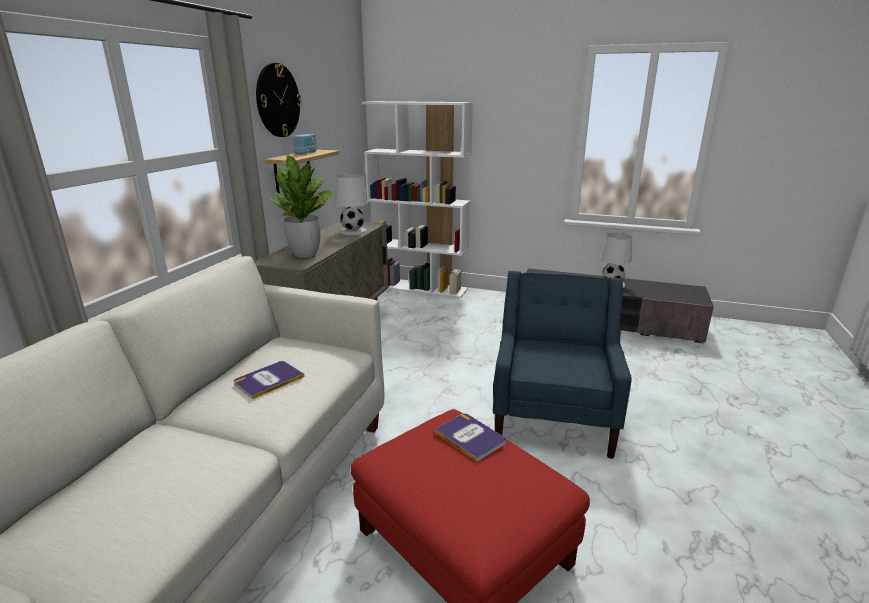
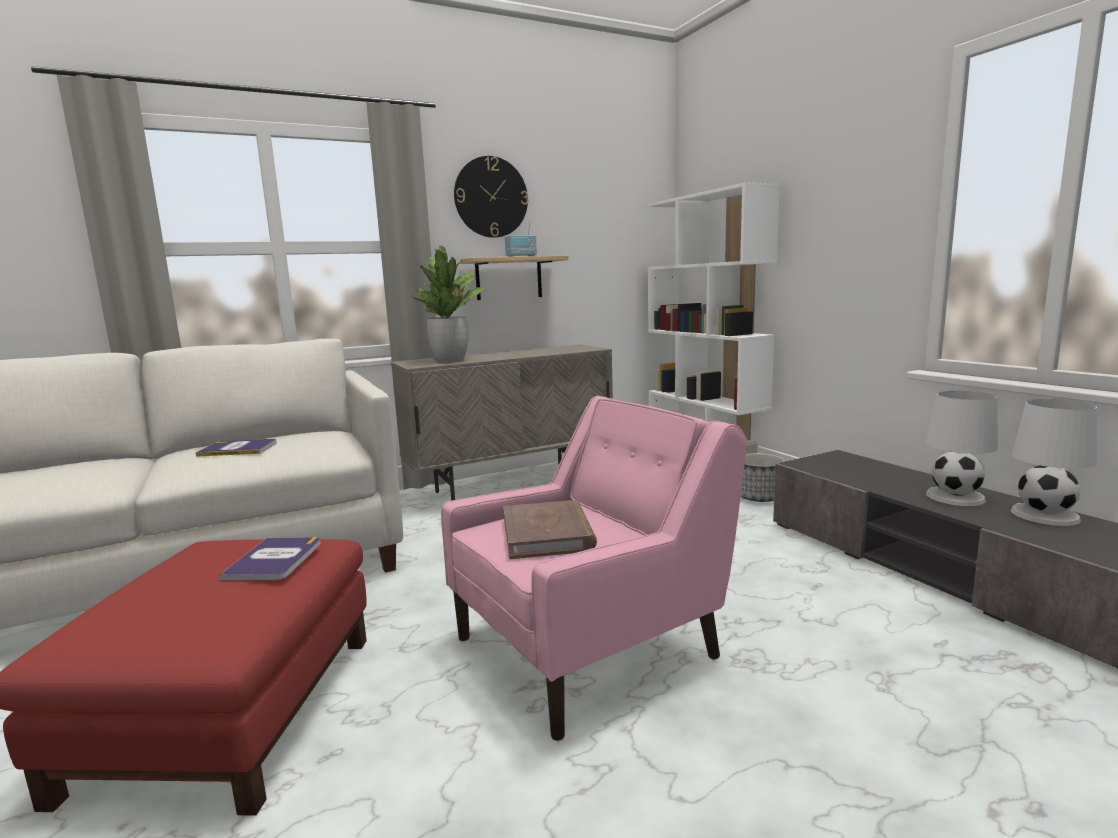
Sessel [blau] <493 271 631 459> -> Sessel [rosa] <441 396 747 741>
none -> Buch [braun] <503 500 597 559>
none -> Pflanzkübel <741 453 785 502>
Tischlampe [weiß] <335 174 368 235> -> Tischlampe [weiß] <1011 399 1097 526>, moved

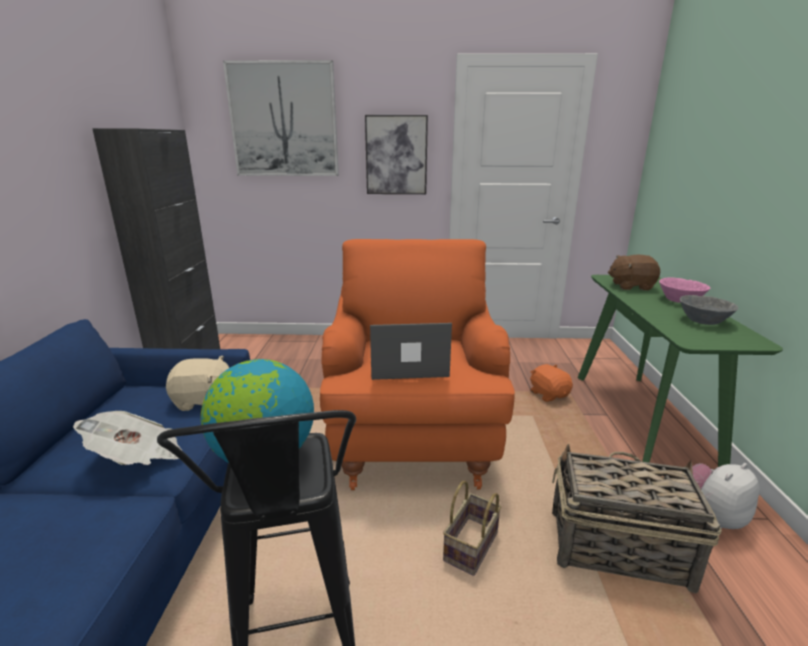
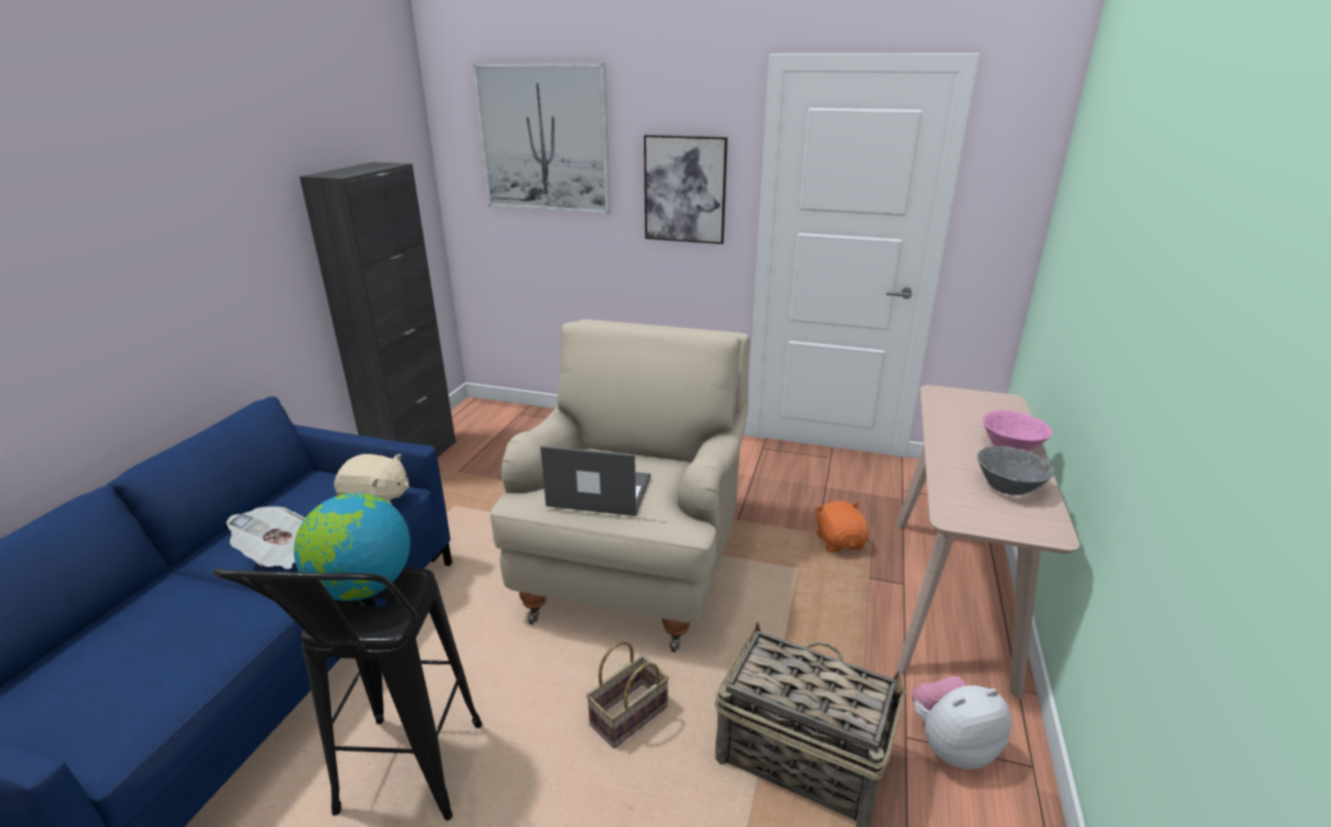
Sessel [orange] <320 239 515 490> -> Sessel [beige] <490 319 750 652>
Konsolentisch [grün] <578 275 783 467> -> Konsolentisch [beige] <896 385 1080 699>
Plüschtier [braun] <608 255 660 290> -> none

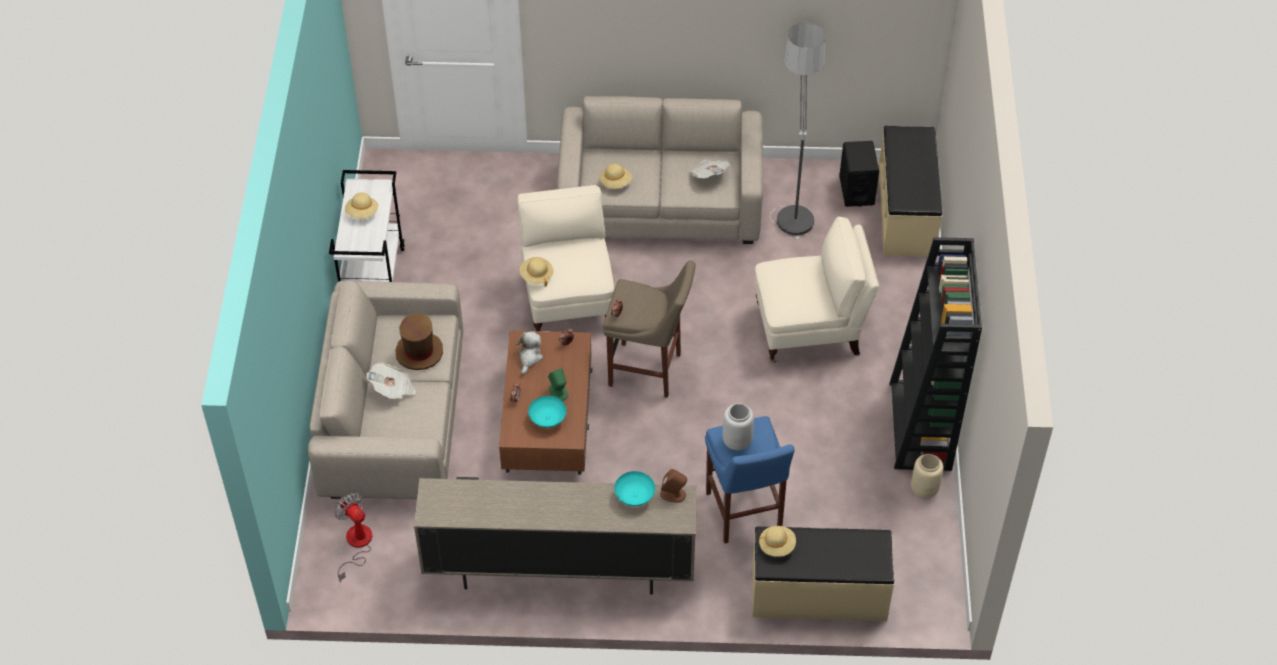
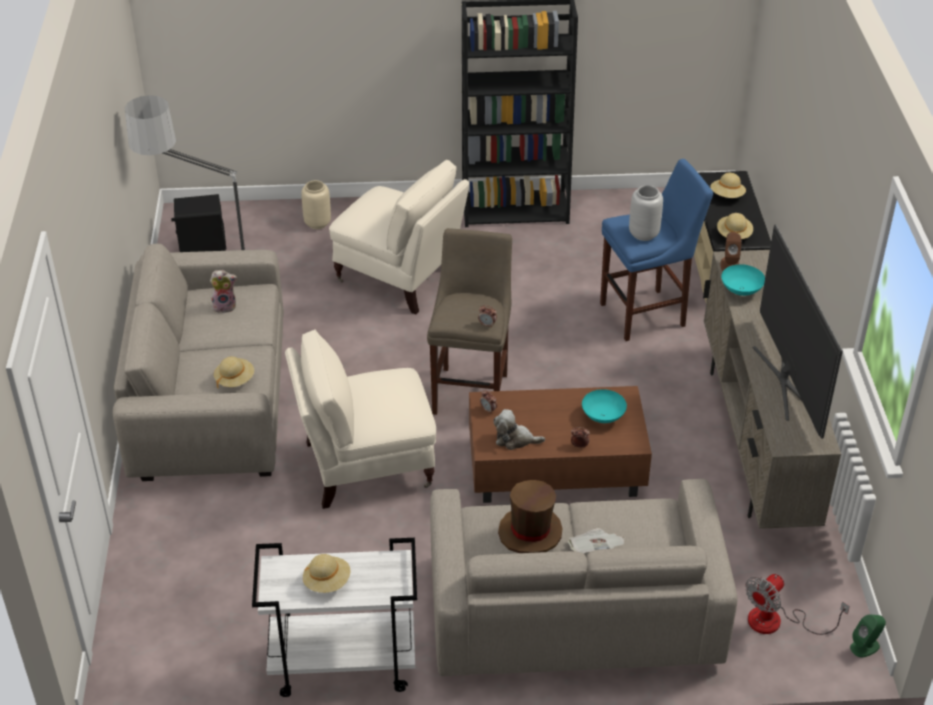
Zeitung <689 159 731 178> -> Plüschtier <210 270 237 313>
Vase [beige] <911 454 943 498> -> Vase [beige] <301 180 331 229>, moved
Sessel [beige] <755 217 879 362> -> Sessel [beige] <329 160 469 315>, 135 degrees clockwise
Hut [beige] <520 257 553 287> -> Hut [beige] <710 173 746 198>, moved
none -> Fernseher <753 224 843 438>
Lautsprecher [grün] <548 368 568 401> -> Lautsprecher [grün] <850 614 886 657>, moved
Bank [beige] <879 126 942 256> -> none

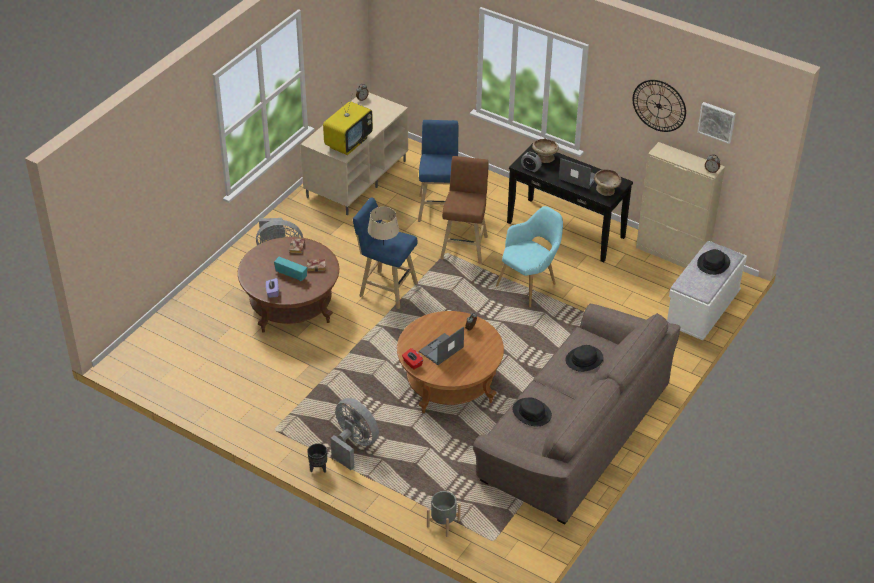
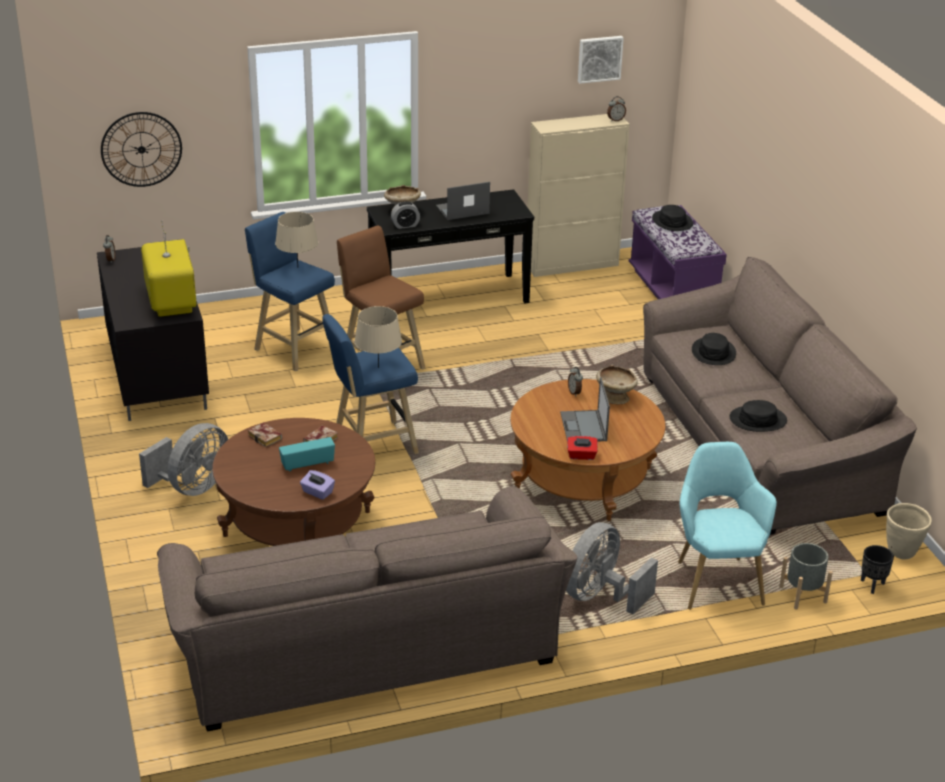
Fernsehschrank [beige] <300 93 408 215> -> Fernsehschrank [schwarz] <97 247 209 421>
Wanduhr <633 80 686 132> -> Wanduhr <101 112 182 187>, moved
none -> Sofa [braun] <157 486 577 732>
none -> Tischlampe [beige] <275 212 318 266>
Ventilator [grau] <331 398 379 470> -> Ventilator [grau] <566 522 658 614>, 45 degrees counterclockwise
Schüssel [beige] <594 169 621 196> -> Schüssel [beige] <596 365 638 404>, moved
Bank [weiß] <667 241 747 340> -> Bank [lila] <629 205 727 299>
Sessel [türkis] <496 206 563 307> -> Sessel [türkis] <678 442 777 610>, moved
Pflanzkübel [schwarz] <307 443 327 473> -> Pflanzkübel [schwarz] <861 545 894 594>, moved
none -> Pflanzkübel [beige] <886 503 932 560>

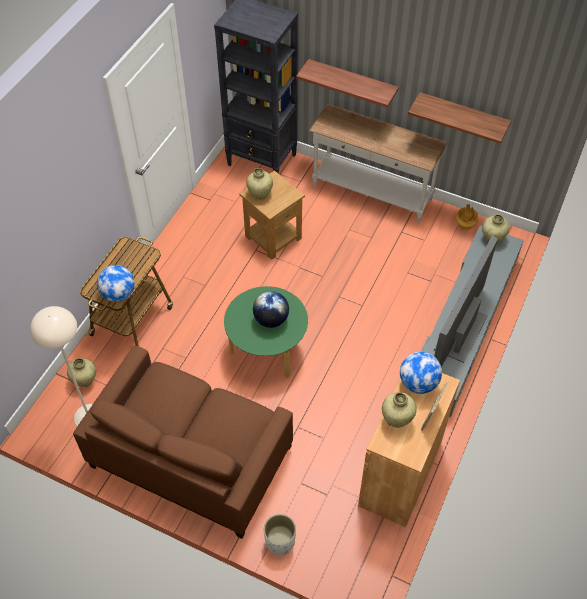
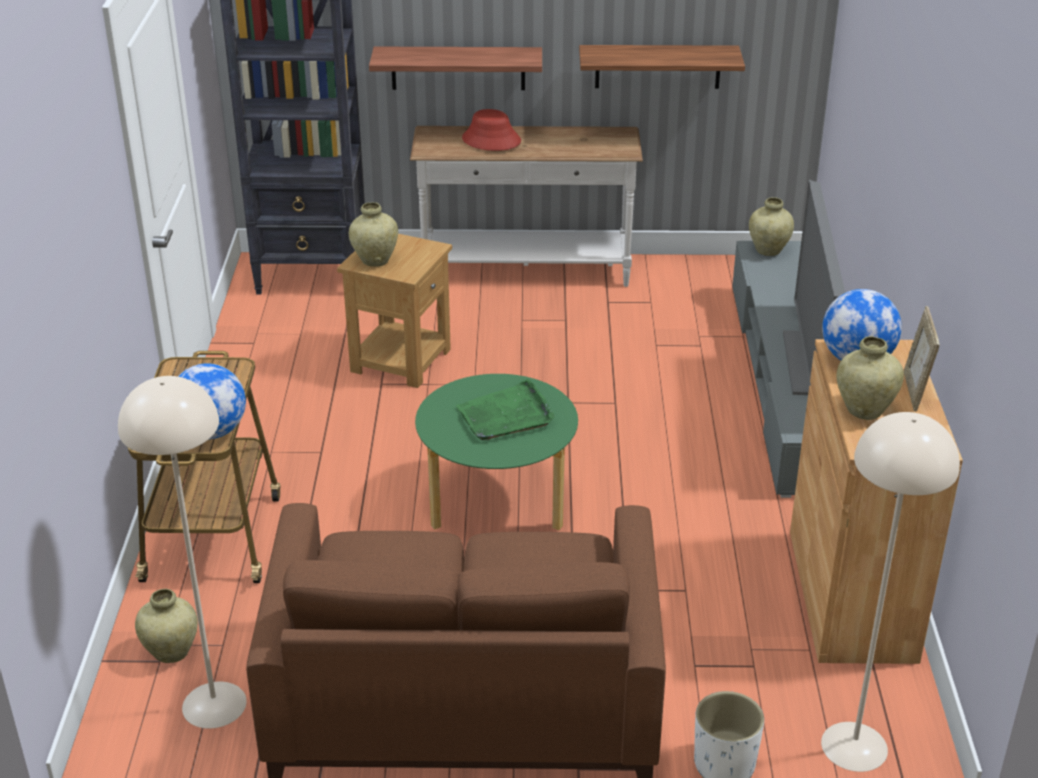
Globus <253 291 289 328> -> Tablett [grün] <456 379 555 440>
none -> Hut [rot] <462 109 521 151>
none -> Stehlampe [beige] <821 412 960 772>
Vase [braun] <456 204 478 231> -> none

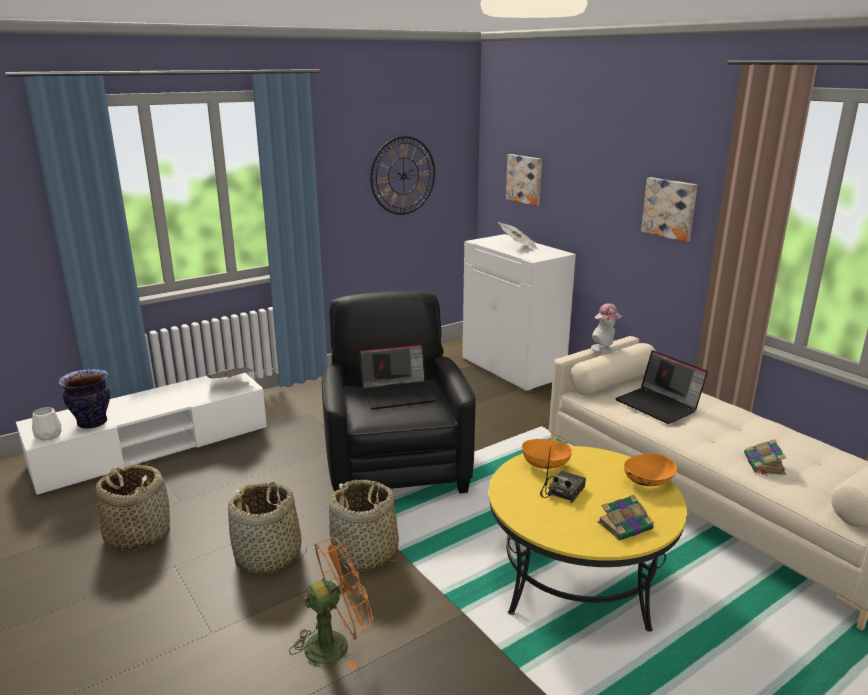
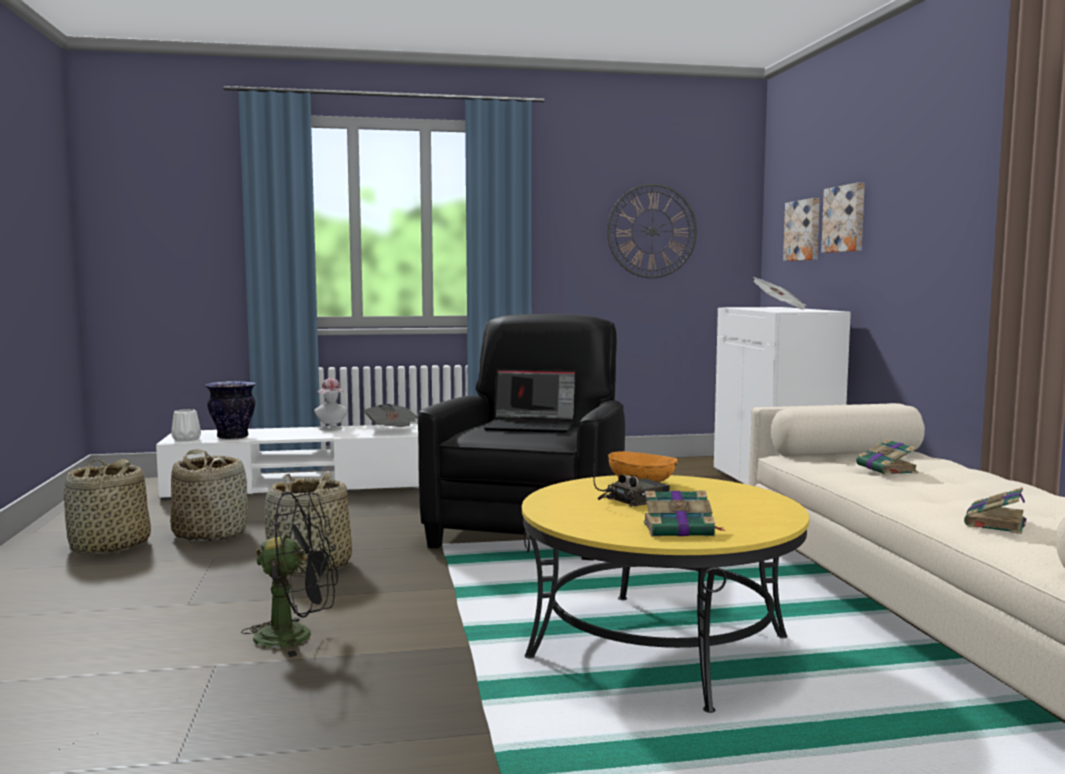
Korb <329 480 399 571> -> Korb <63 459 151 554>, moved
Ventilator [orange] <289 537 373 669> -> Ventilator [schwarz] <241 490 338 657>
Hut <591 303 623 353> -> Hut <314 378 348 431>, moved
Bild <641 177 697 242> -> Bild <821 183 865 253>, moved
Laptop <615 350 708 424> -> Buch <856 439 918 475>
Schüssel [orange] <624 454 677 486> -> none

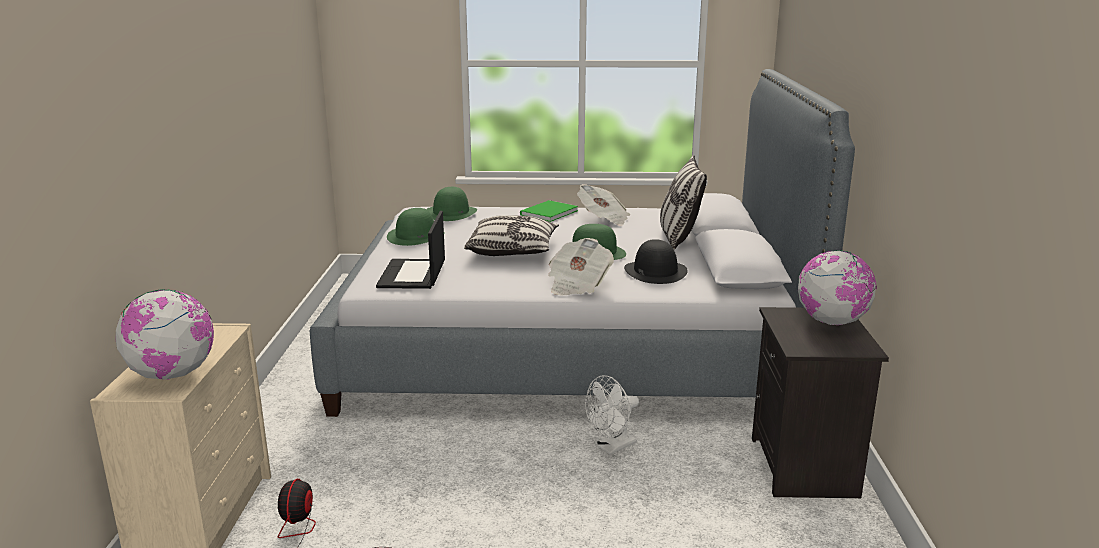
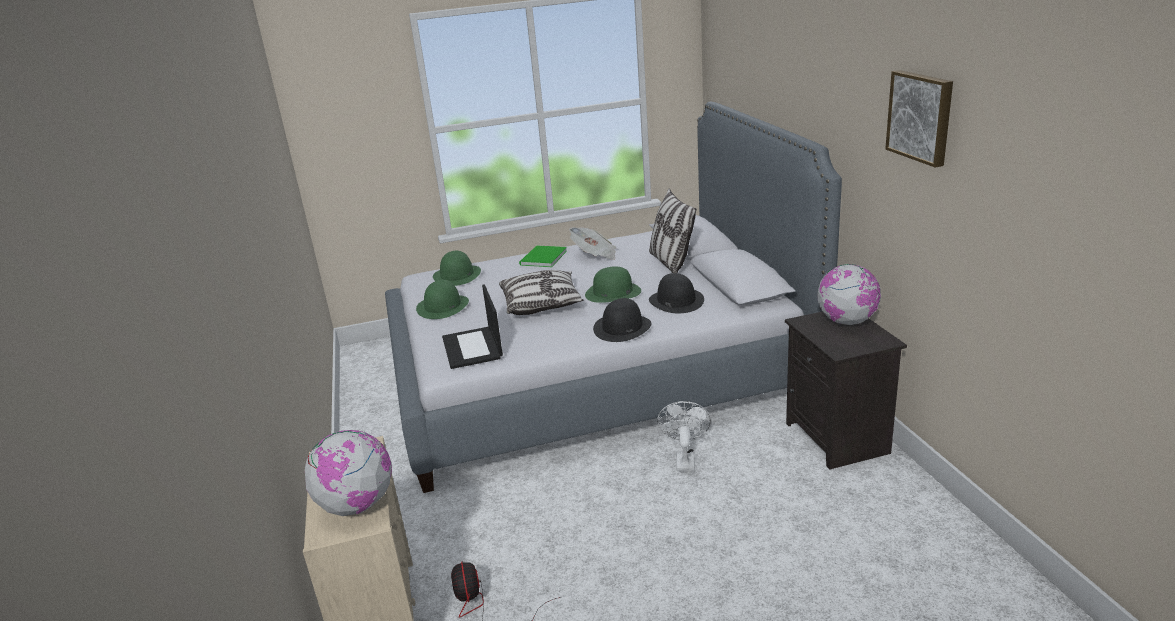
Zeitung <548 238 614 295> -> Hut [schwarz] <593 298 652 342>
Ventilator [weiß] <585 375 639 455> -> Ventilator [weiß] <657 401 711 471>, 150 degrees clockwise
none -> Bild <885 70 953 167>

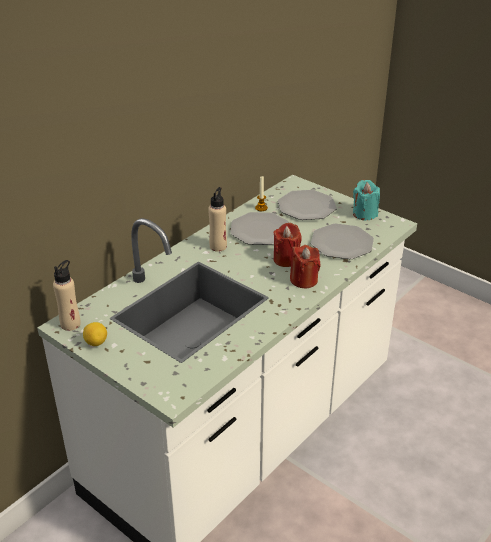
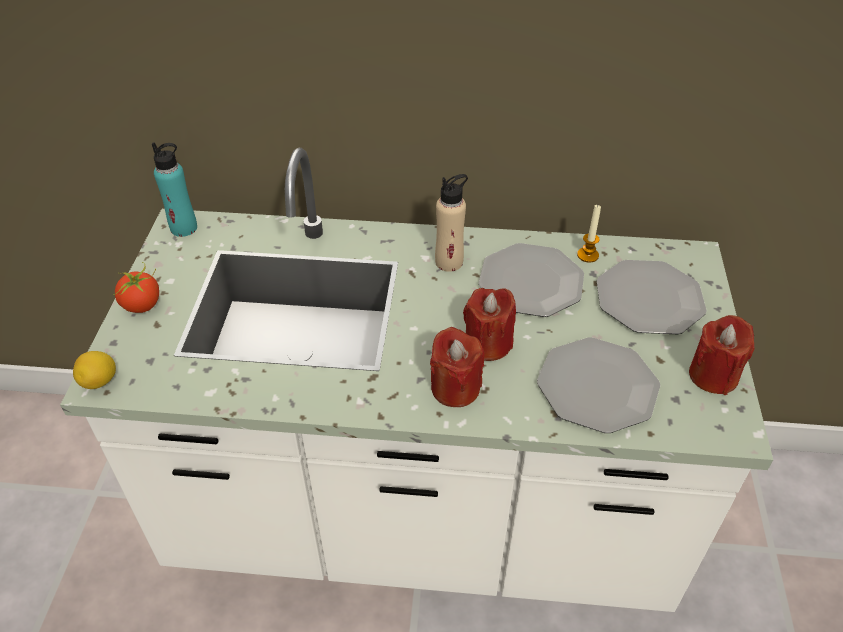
Zitrone <83 322 107 346> -> Zitrone <73 351 116 389>, moved
none -> Tomate <113 262 159 313>
Flasche [beige] <53 260 81 331> -> Flasche [türkis] <152 143 197 237>
Kerze [türkis] <353 180 380 220> -> Kerze [rot] <689 315 754 395>

